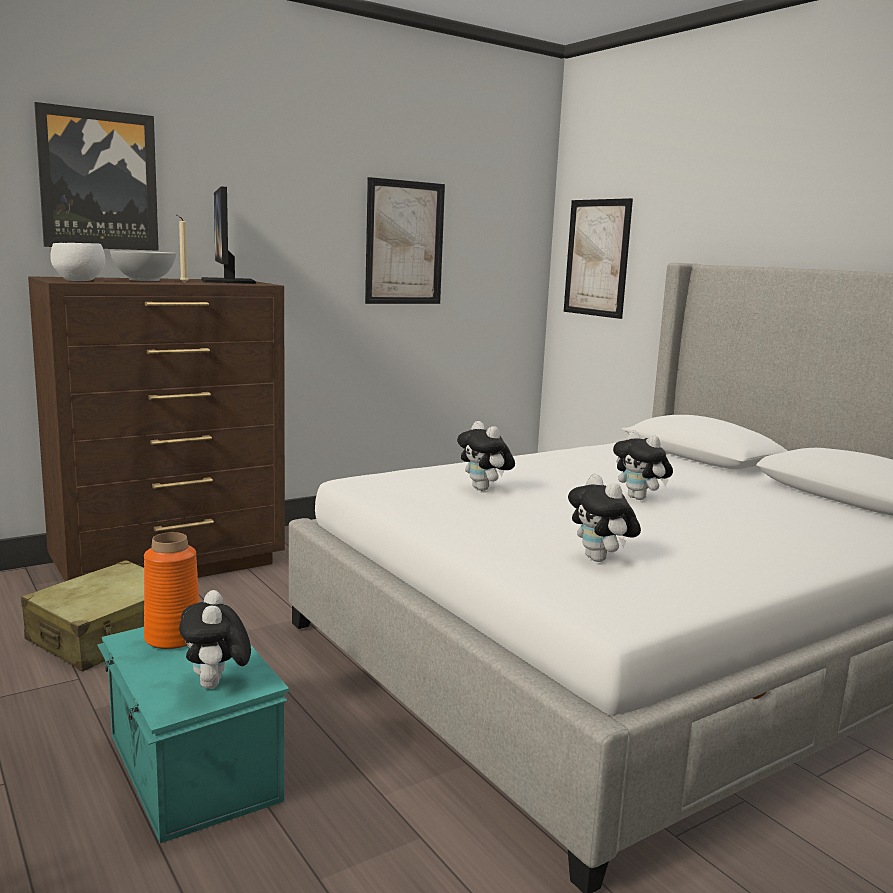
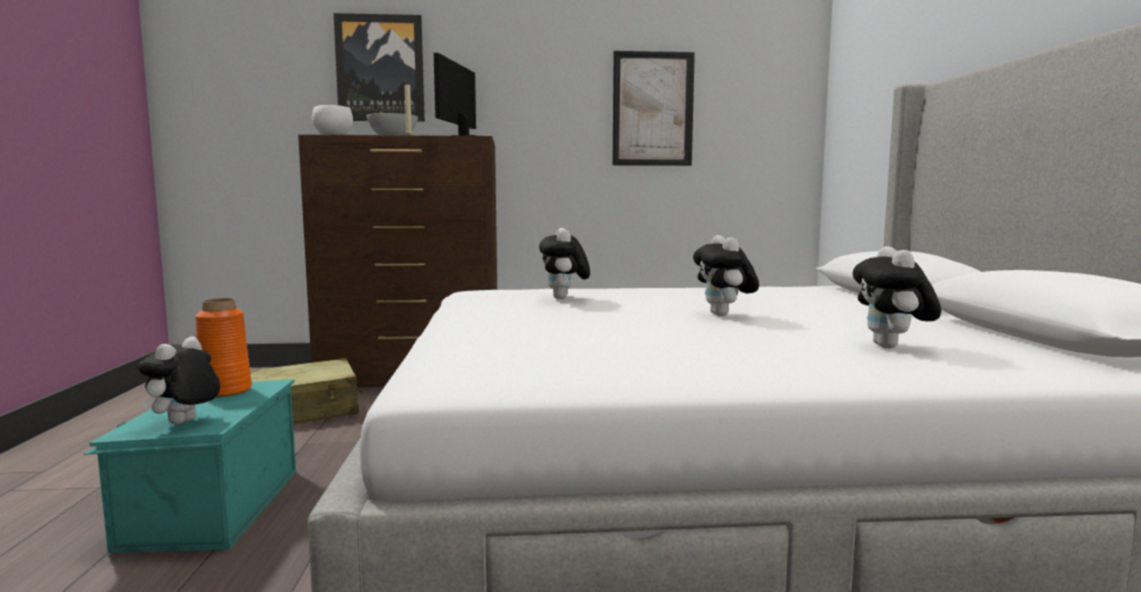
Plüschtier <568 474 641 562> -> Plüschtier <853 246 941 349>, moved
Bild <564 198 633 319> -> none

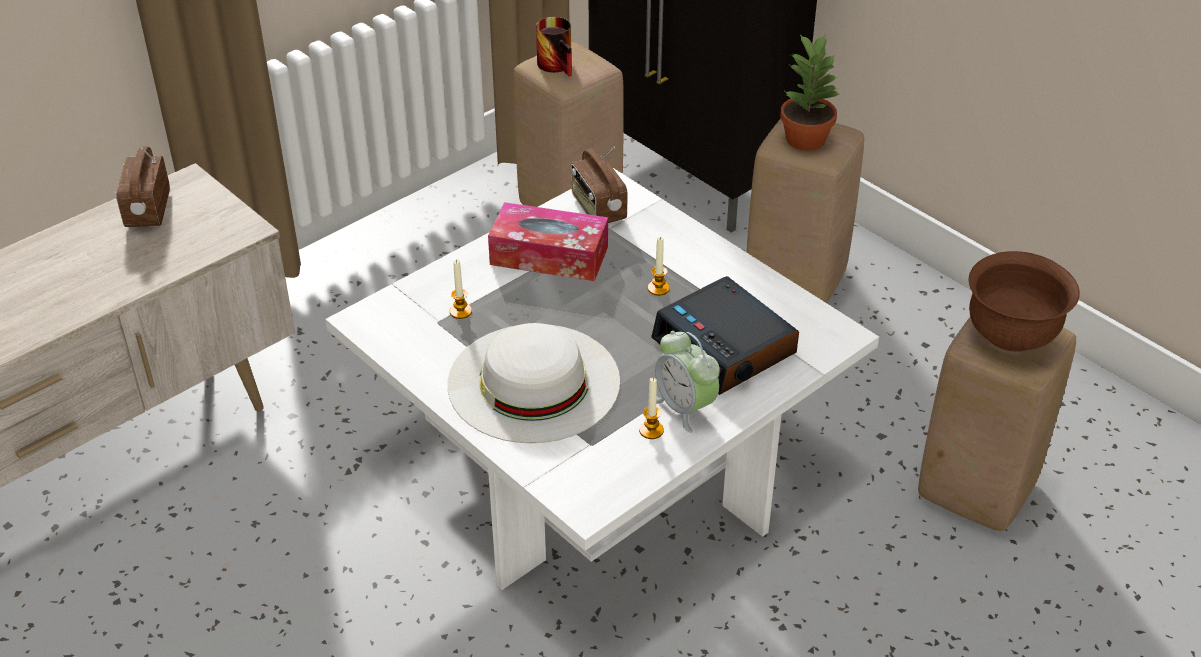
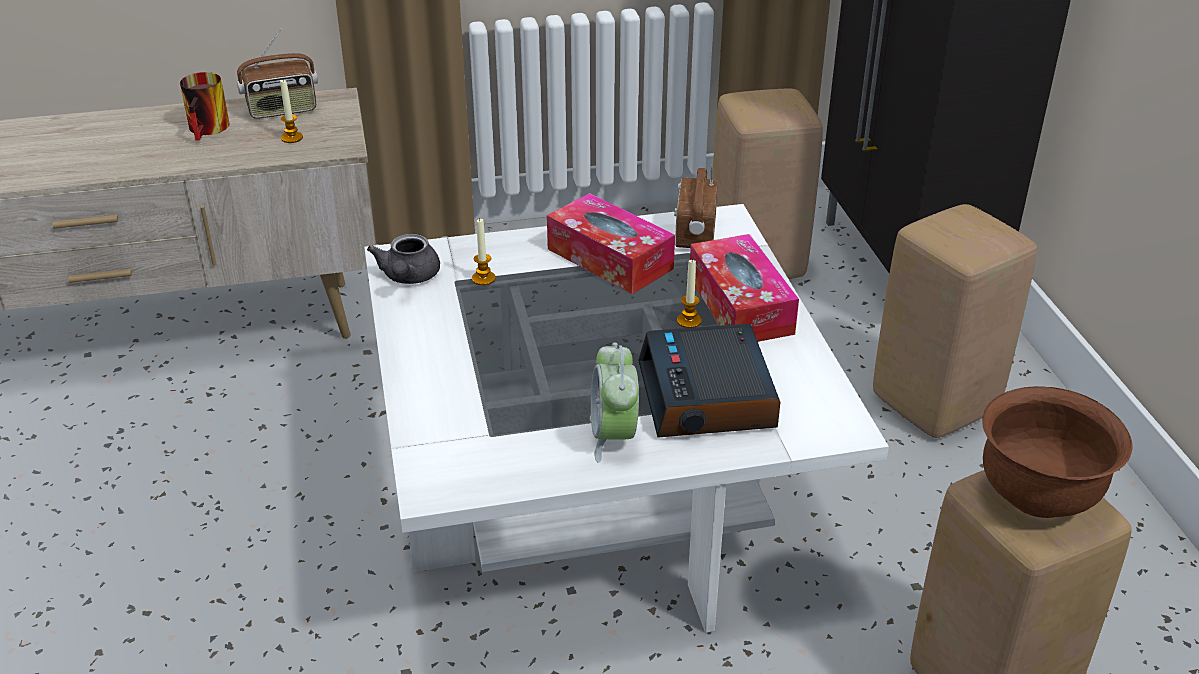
Henkelbecher <536 17 572 76> -> Henkelbecher <180 72 230 141>, moved
Radio <115 146 170 227> -> Radio <237 29 318 119>, 135 degrees counterclockwise
Kerze <639 378 664 439> -> Kerze <280 80 303 143>, moved
none -> Teekanne [grau] <367 234 440 284>
none -> Taschentuchbox <690 234 799 342>
Hut [weiß] <448 323 620 443> -> none
Topfpflanze <781 34 840 151> -> none

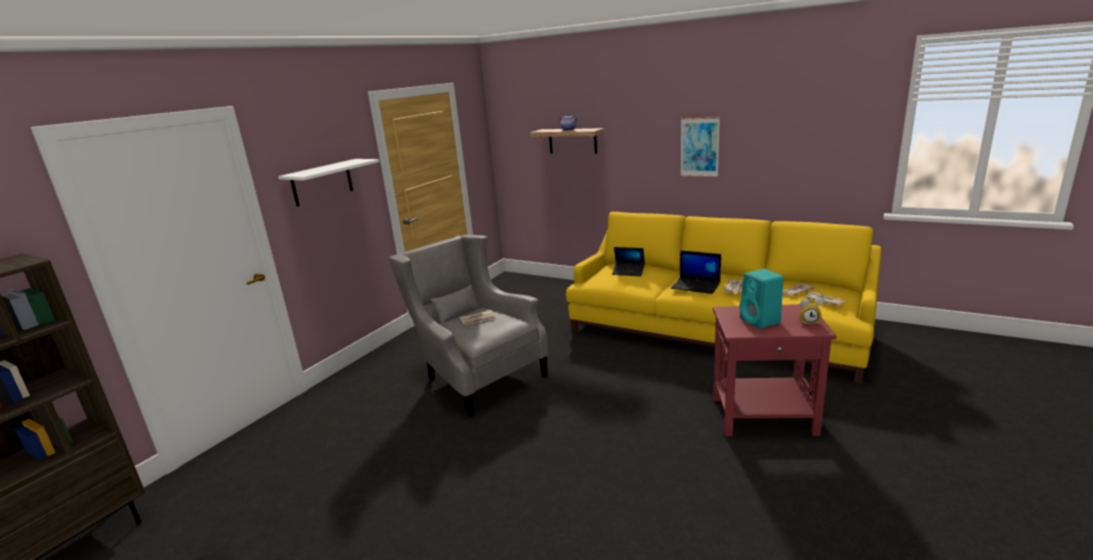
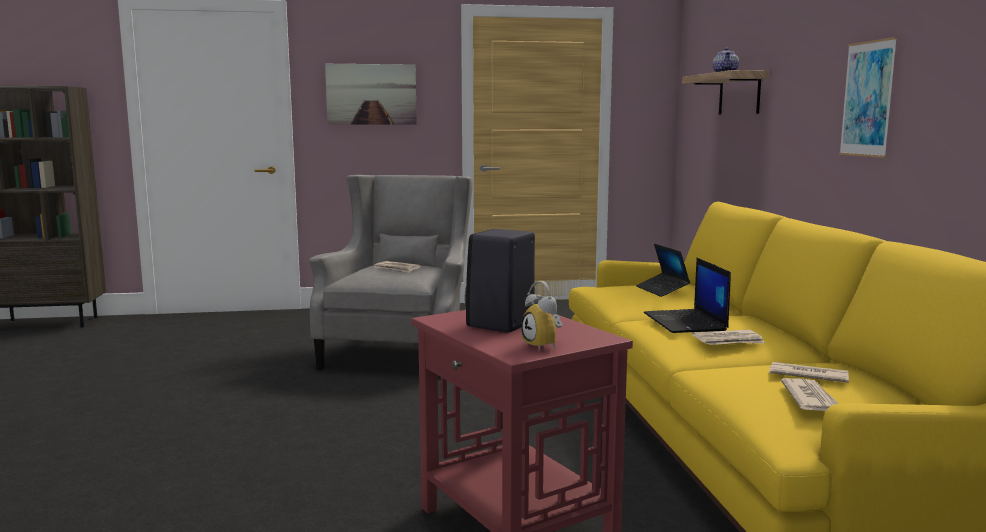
Wandregal [weiß] <278 159 379 206> -> Bild <325 63 417 125>
Lautsprecher [türkis] <740 269 784 329> -> Lautsprecher [schwarz] <465 229 535 332>

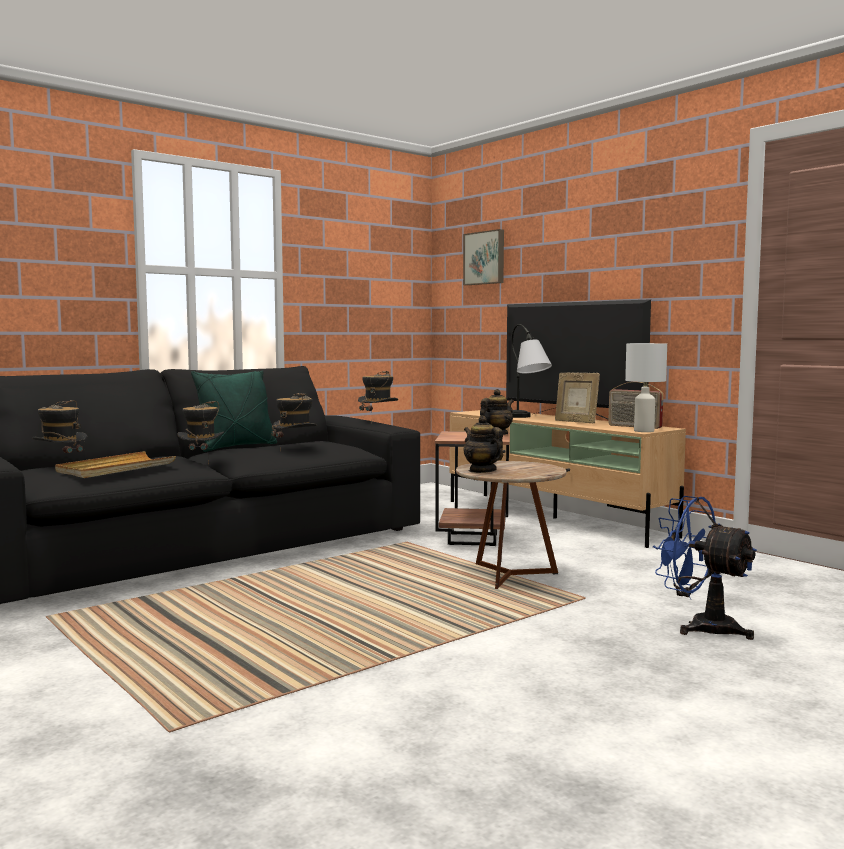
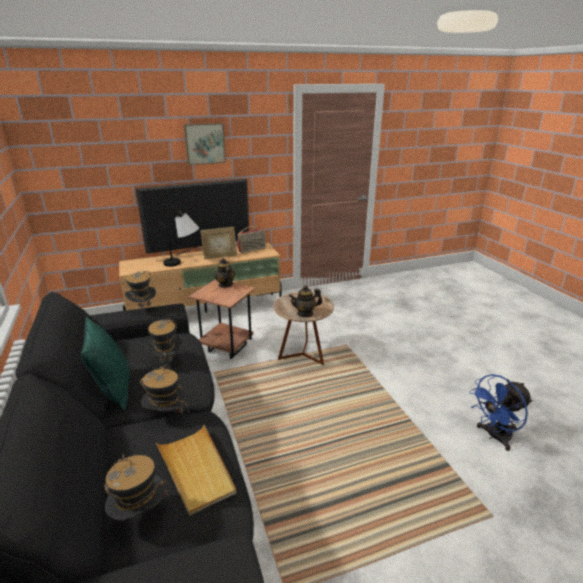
Bild <463 229 504 285> -> Bild <184 123 226 165>, moved
Ventilator [blau] <653 496 757 640> -> Ventilator [blau] <469 374 533 451>, moved
Tischlampe [weiß] <625 343 667 432> -> none

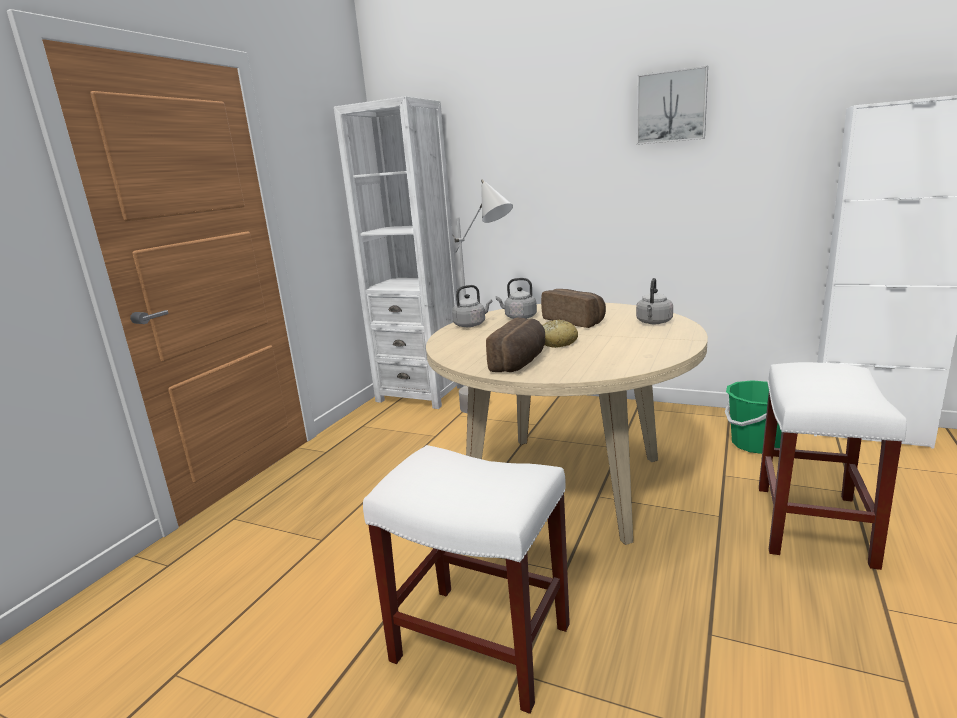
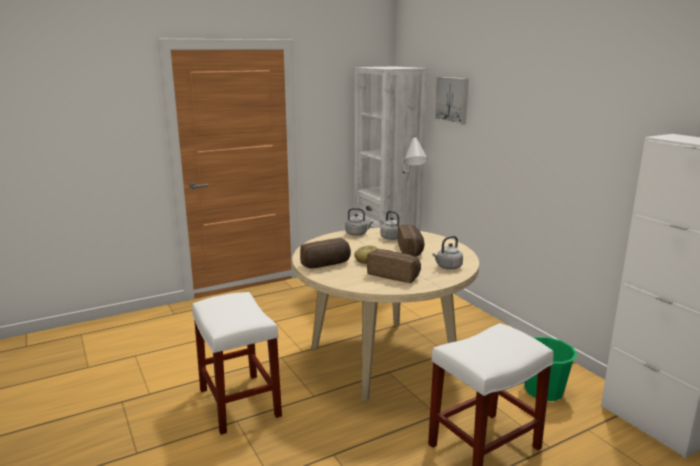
none -> Brot <367 249 421 283>
Bild <637 65 708 145> -> Bild <434 77 469 125>, moved

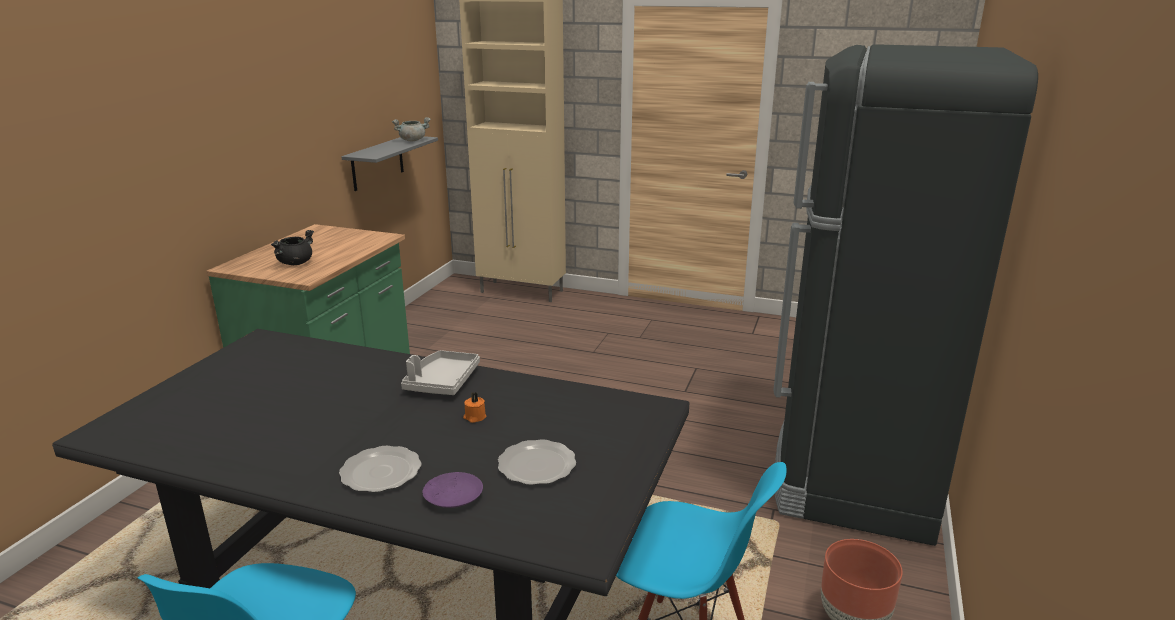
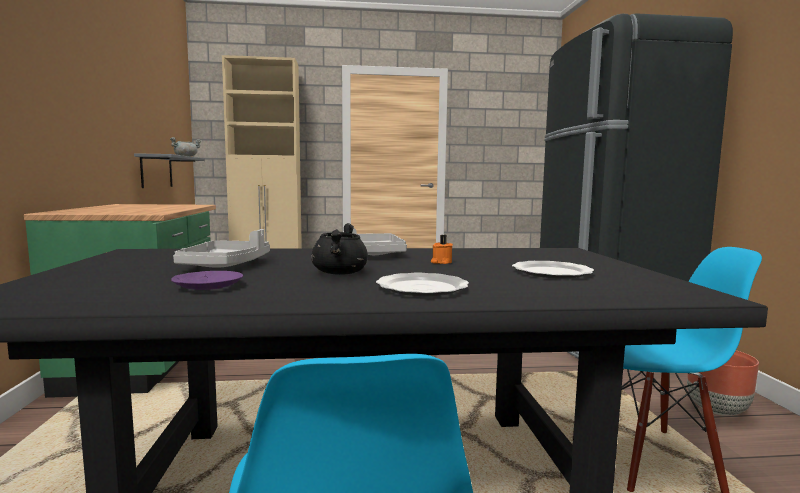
Teller [lila] <422 472 483 508> -> Teller [lila] <171 271 243 290>, moved
none -> Tablett [grau] <173 229 270 268>
Kochtopf [schwarz] <271 230 314 265> -> Kochtopf [schwarz] <311 223 368 275>, moved

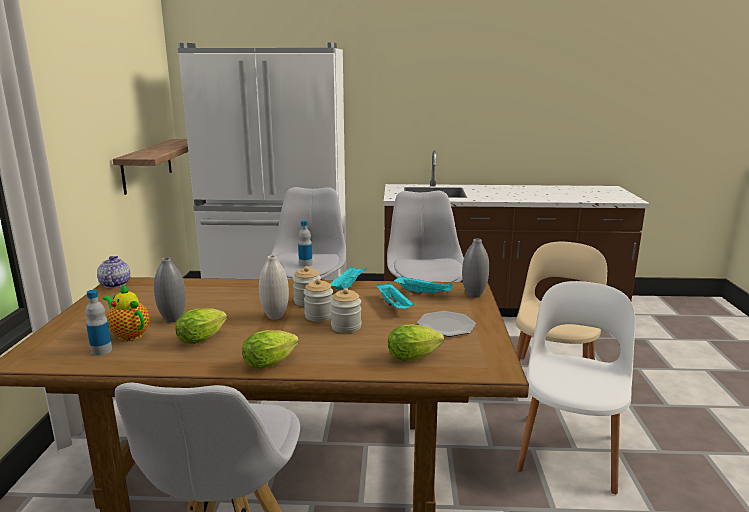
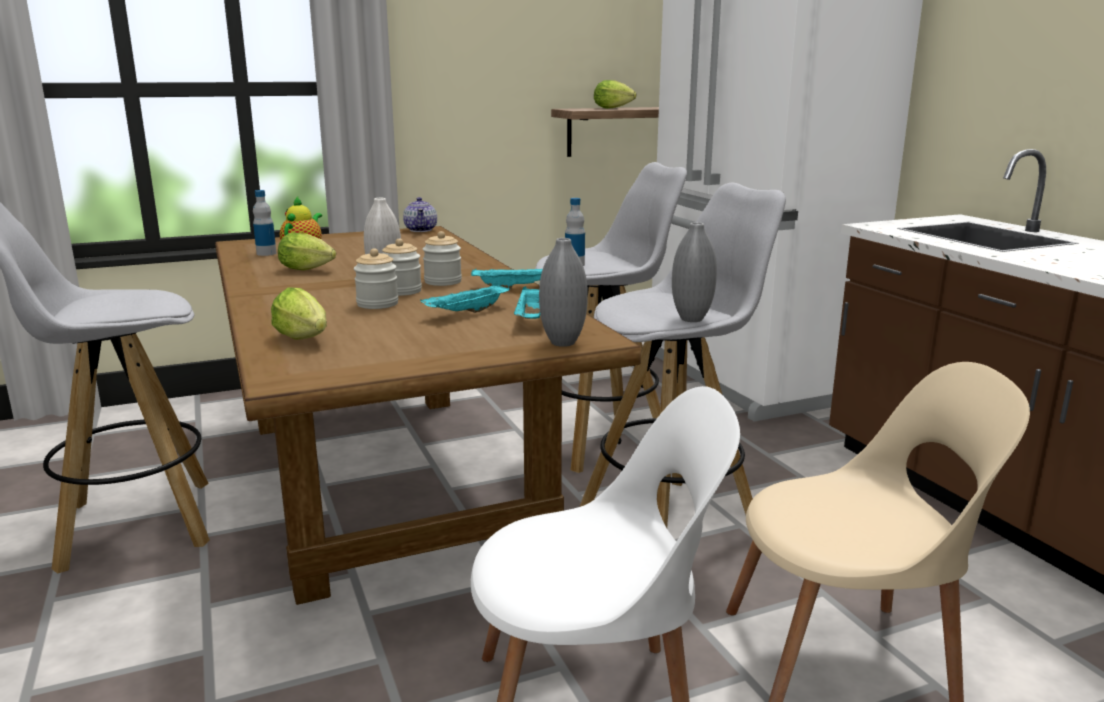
Teekanne <97 256 130 288> -> Teekanne <403 197 437 232>, 120 degrees clockwise
Salatkopf <242 330 299 369> -> Salatkopf <594 80 636 109>, moved
Vase [grau] <154 257 186 322> -> Vase [grau] <672 222 717 322>, moved
Teller <417 311 476 337> -> none

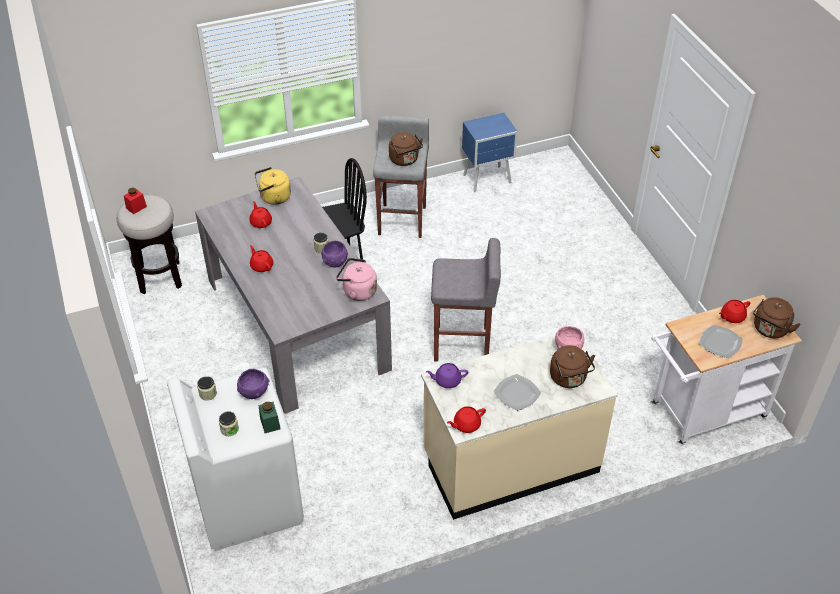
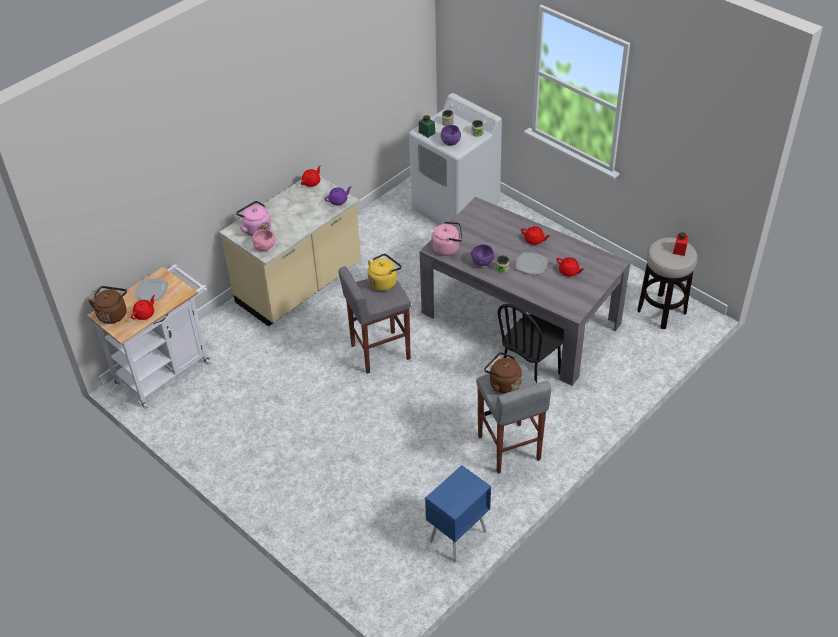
Wasserkessel [braun] <550 345 595 388> -> Wasserkessel [rosa] <236 201 271 236>
Wasserkessel [gelb] <254 167 291 205> -> Wasserkessel [gelb] <368 254 402 291>, moved
Teller <494 374 541 411> -> Teller <516 252 548 274>, moved

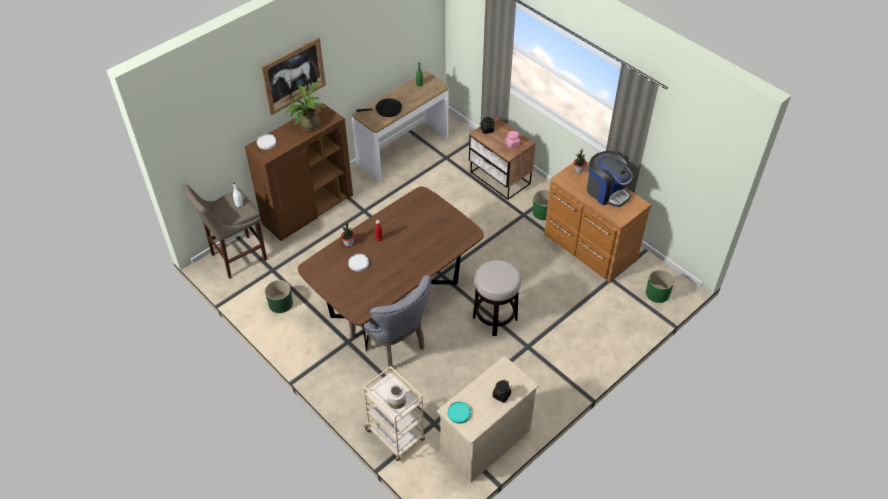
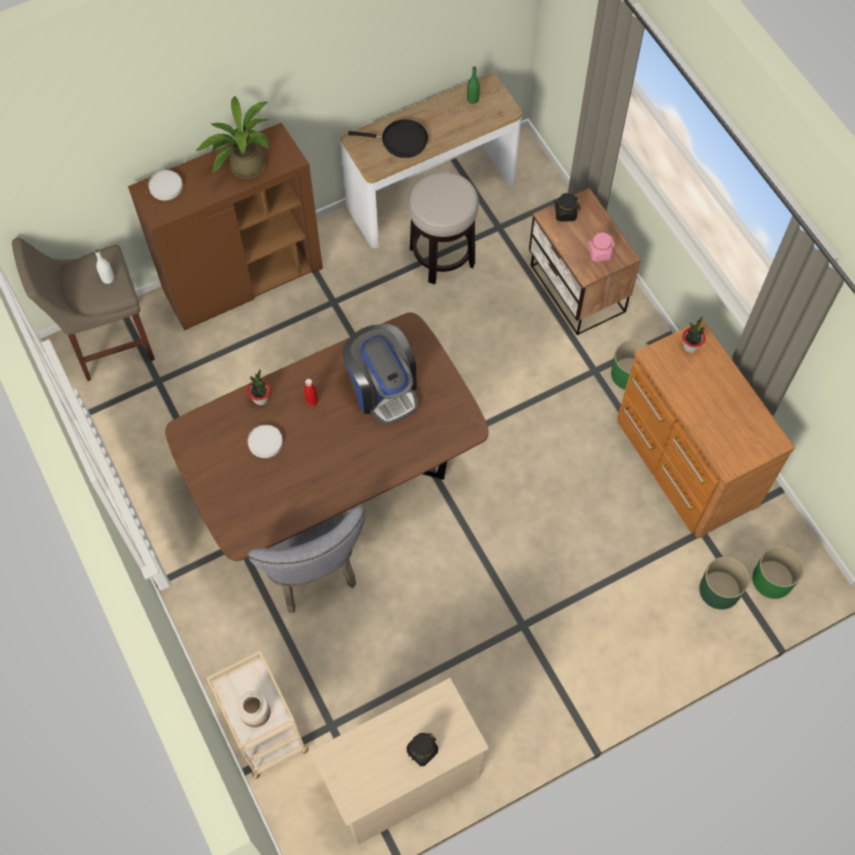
Kaffeemaschine <587 151 633 207> -> Kaffeemaschine <342 324 417 425>, moved
Hocker <473 260 521 336> -> Hocker <408 172 479 284>, moved
Pflanzkübel [grün] <265 280 293 313> -> Pflanzkübel [grün] <699 557 750 610>, moved
Bild <261 37 326 115> -> none
Teller [türkis] <448 402 471 424> -> none

